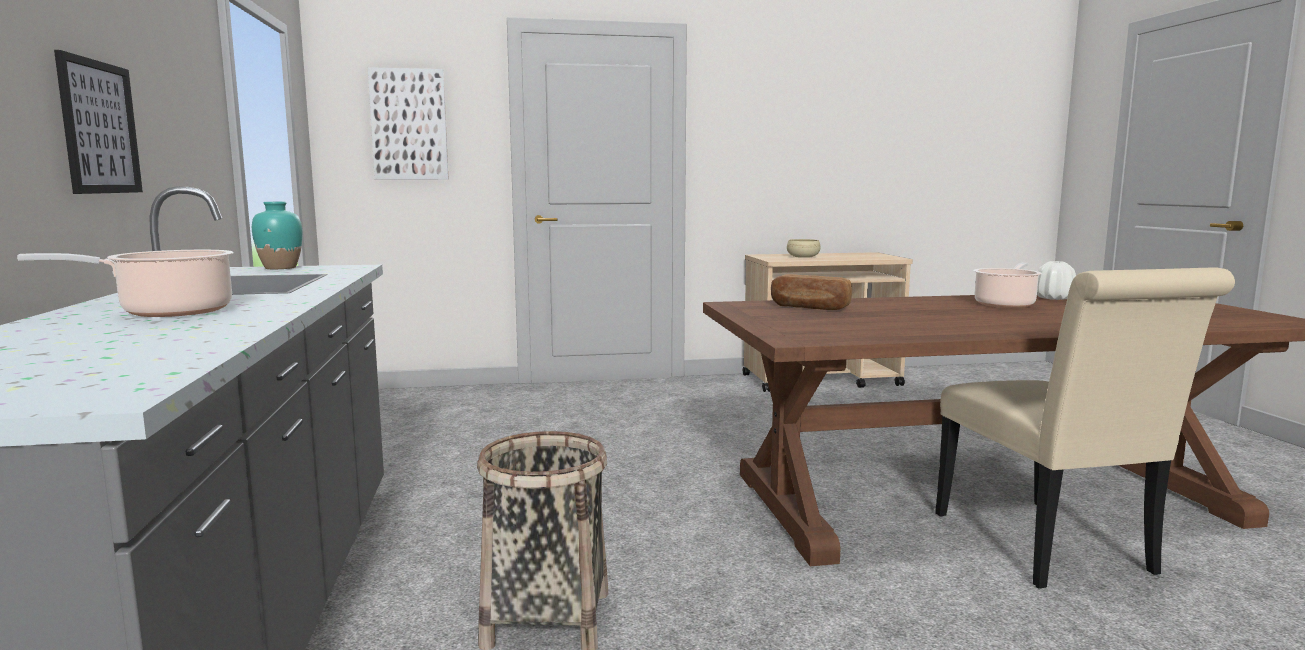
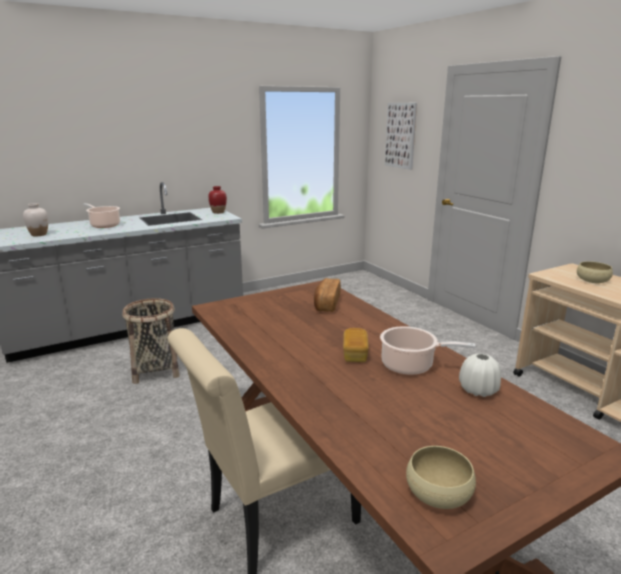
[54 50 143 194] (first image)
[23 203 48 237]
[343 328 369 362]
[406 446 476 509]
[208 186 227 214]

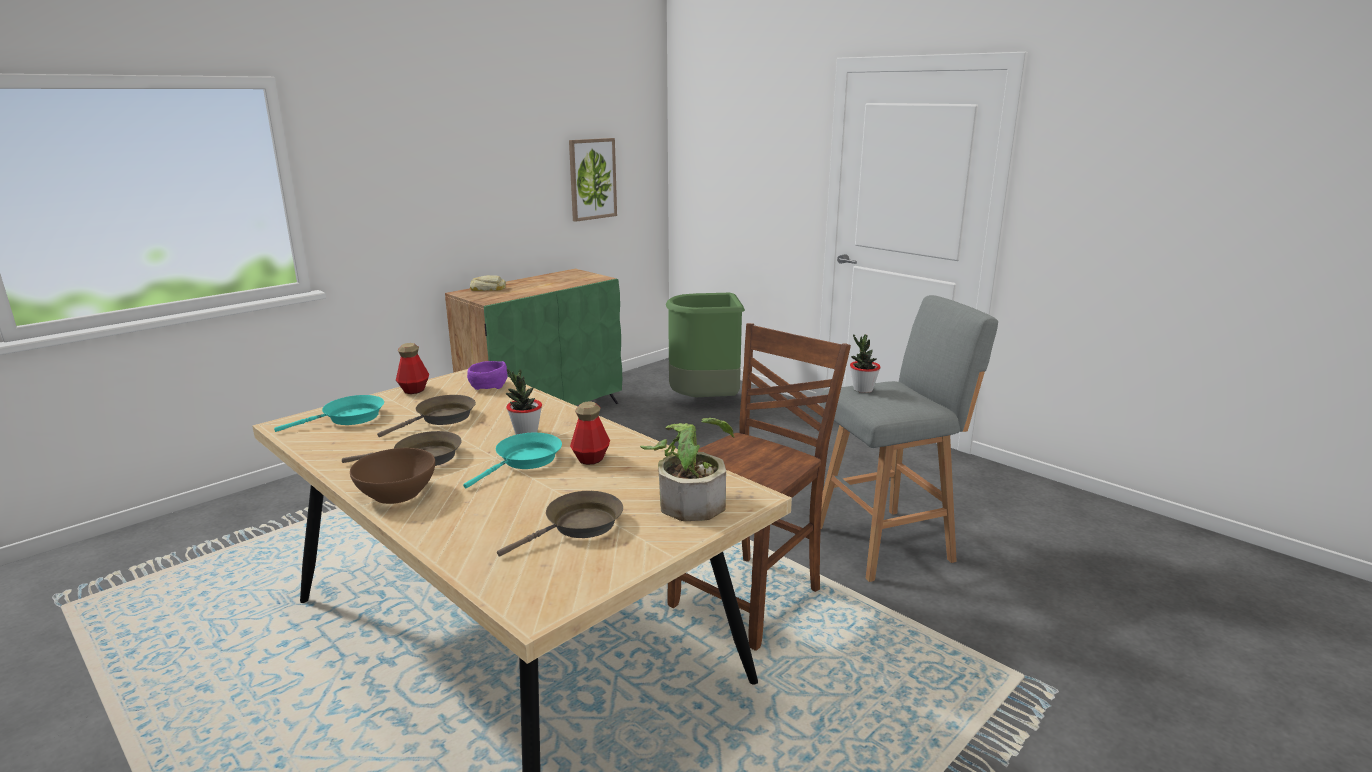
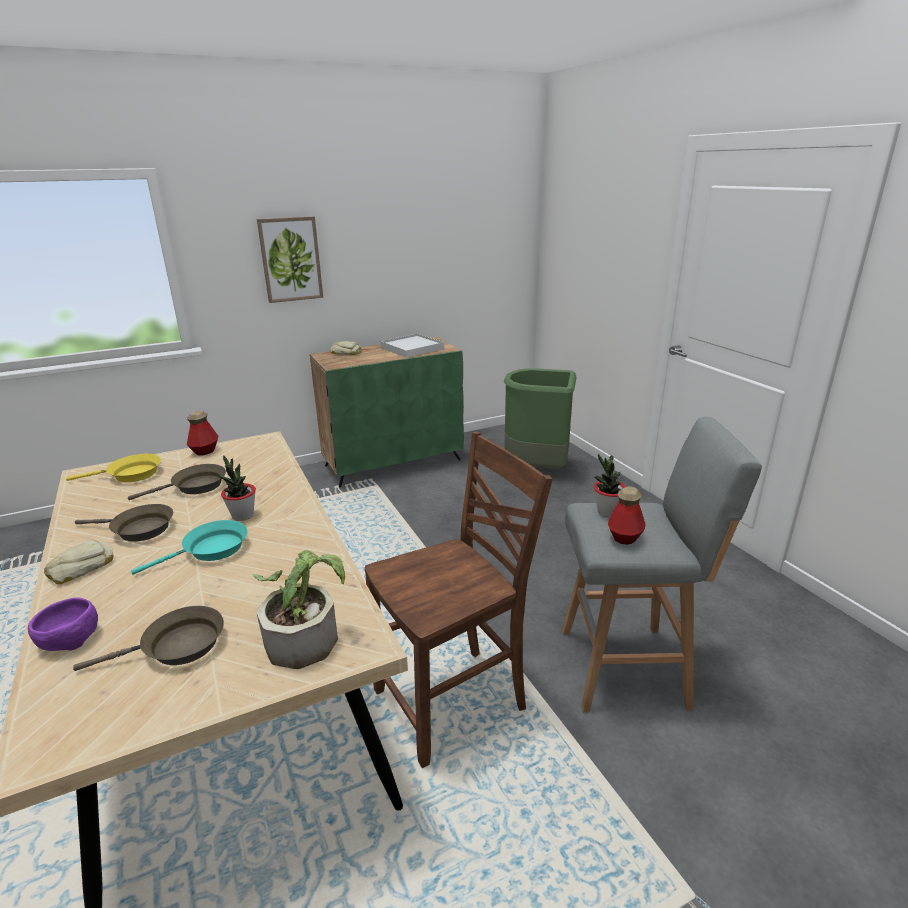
[380 334 444 358]
[28 597 98 651]
[257 216 323 303]
[608 487 646 545]
[44 540 113 584]
[66 454 161 482]

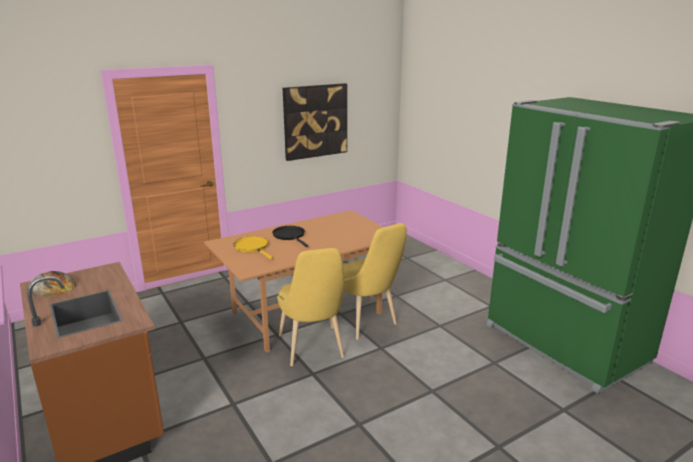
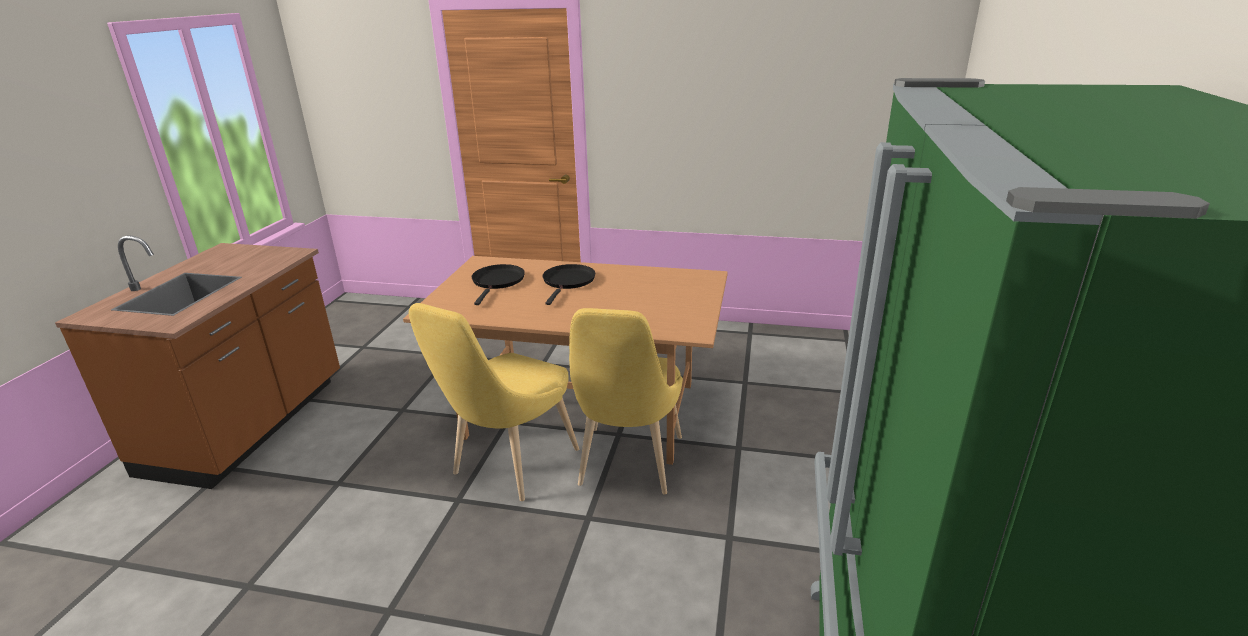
[27 271 76 297] (first image)
[283 83 347 161] (first image)
[472 264 525 305]

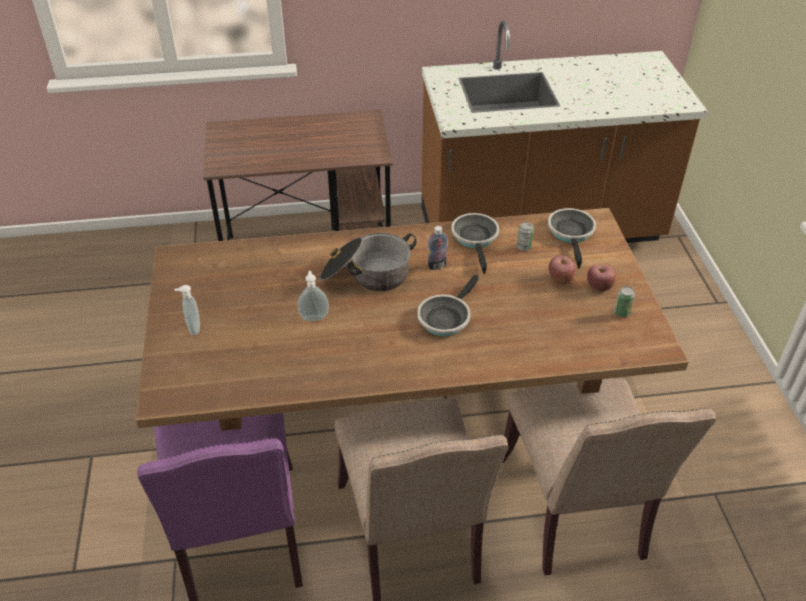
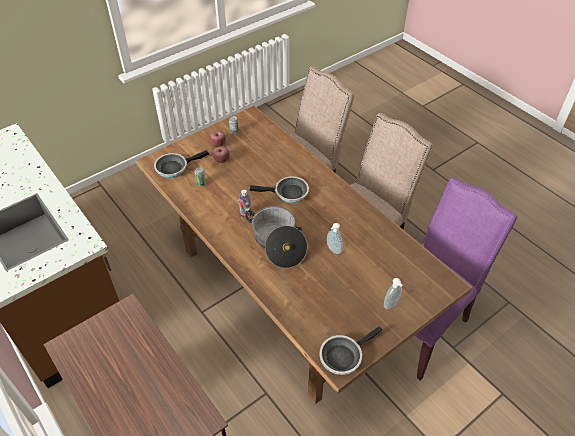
[319 326 383 375]

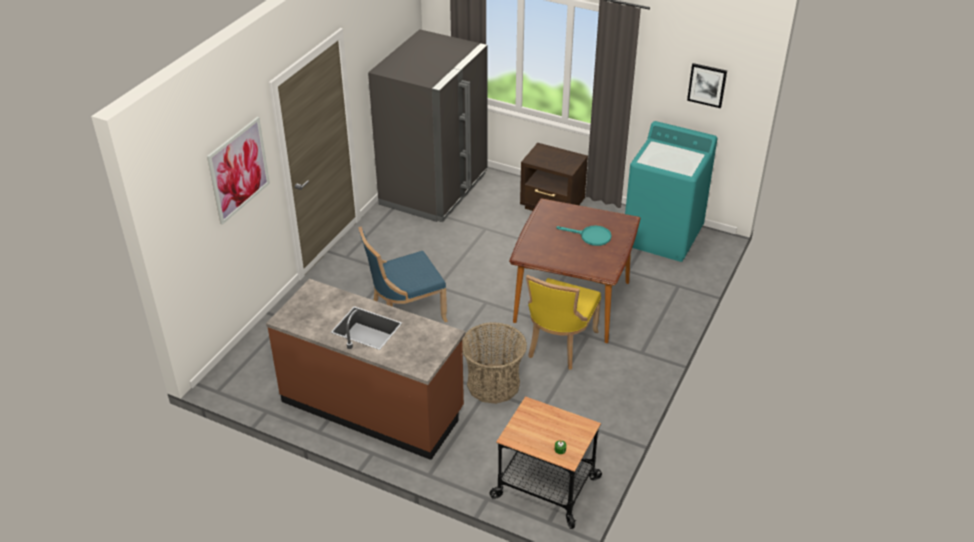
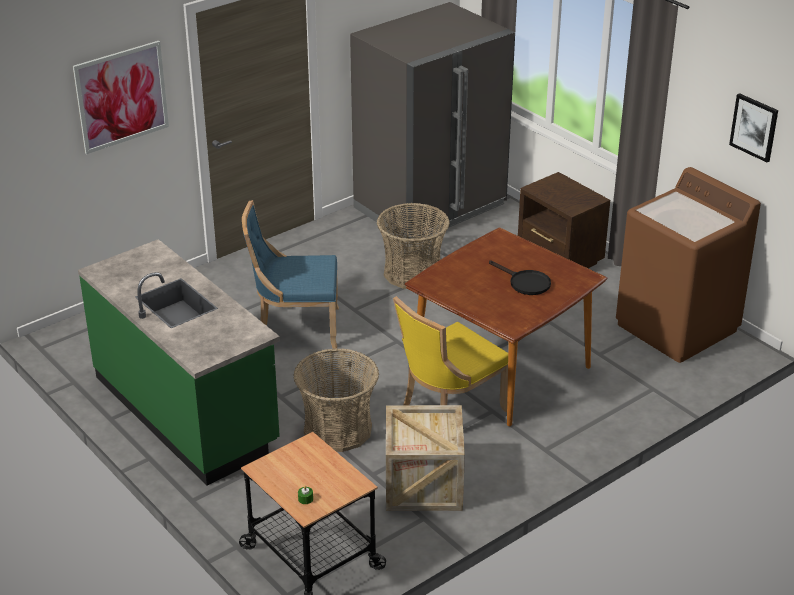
[377 203 450 289]
[386 405 465 511]
[78 239 280 486]
[489 260 551 295]
[616 167 761 363]

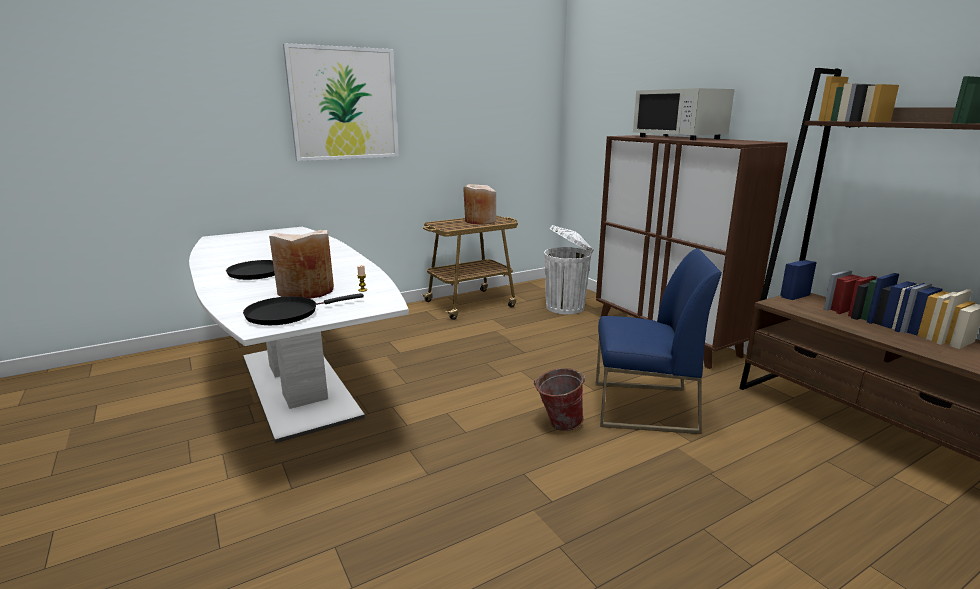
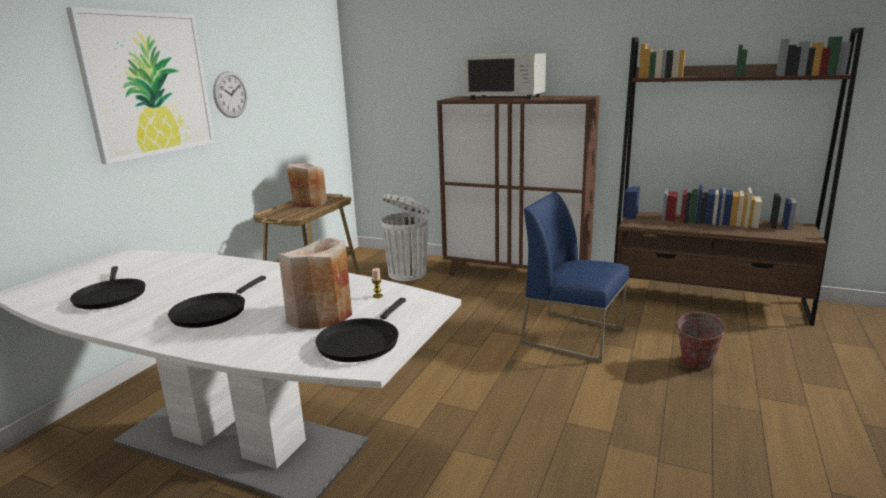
[70 266 145 309]
[213 71 247 118]
[674 312 726 370]
[520 192 629 363]

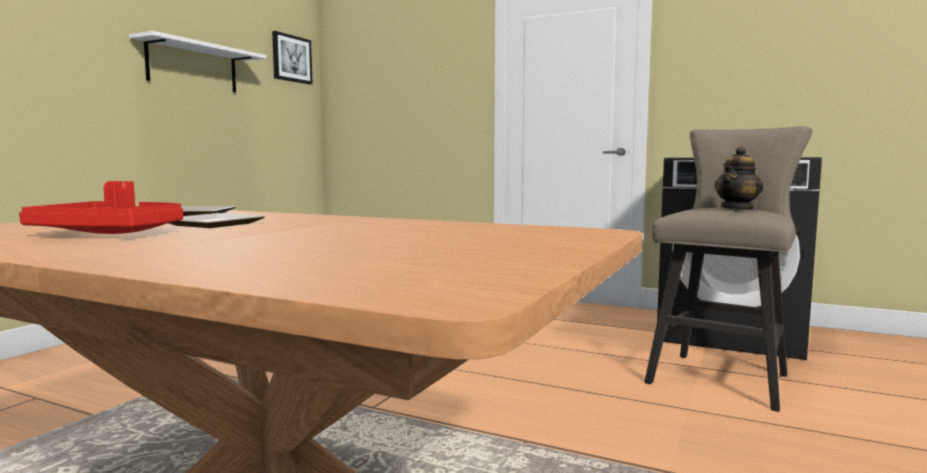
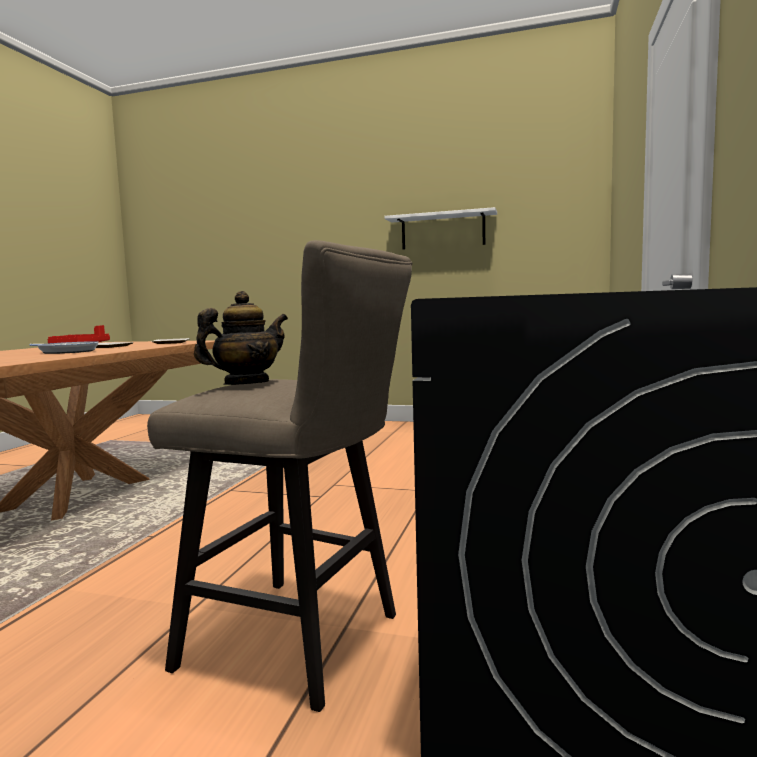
[272 31 313 84] (first image)
[30 342 99 354]
[194 291 288 385]

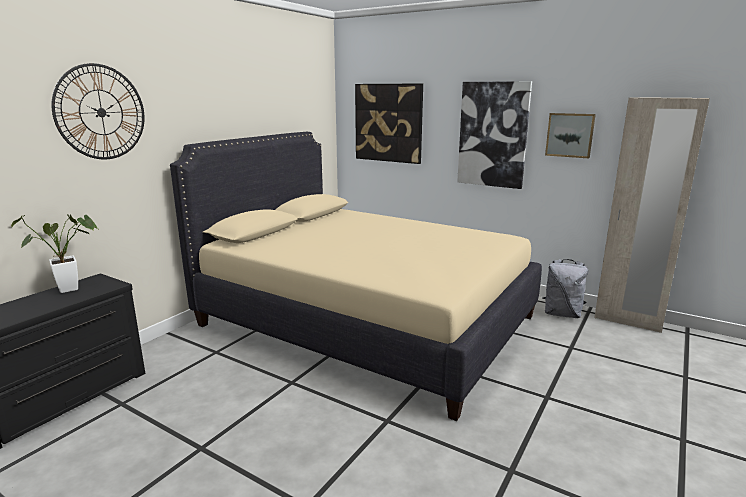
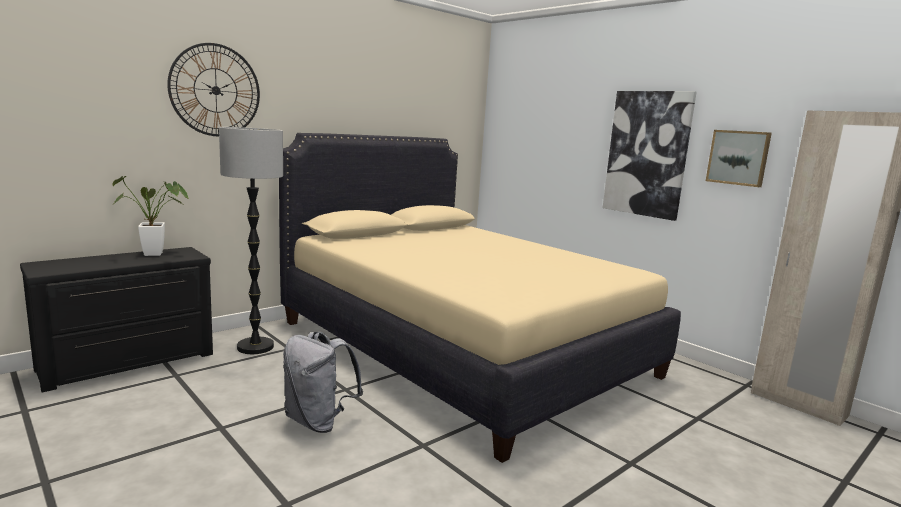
[355 84 423 164] (first image)
[219 127 283 354]
[283 332 363 433]

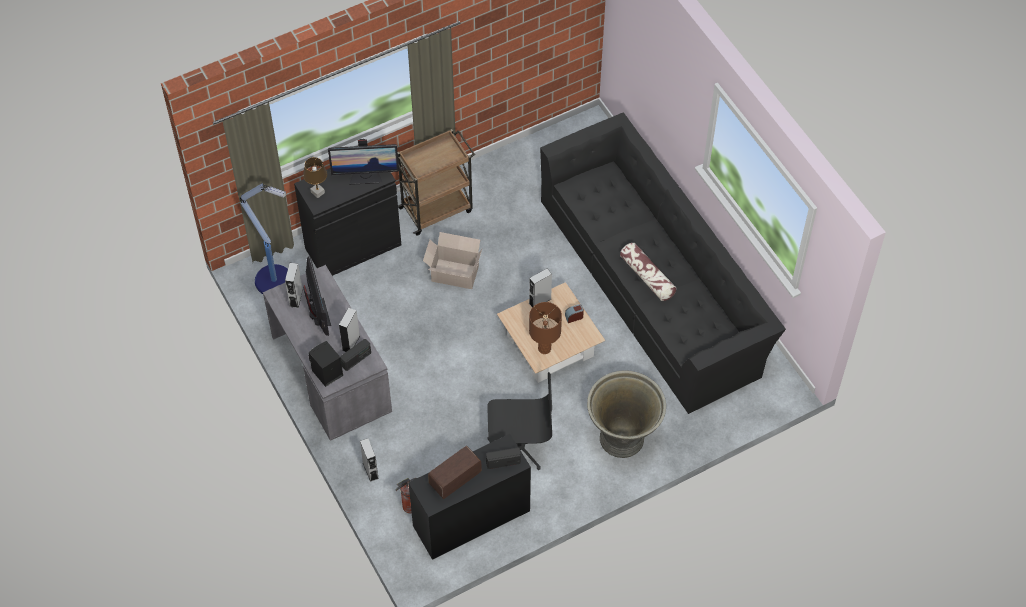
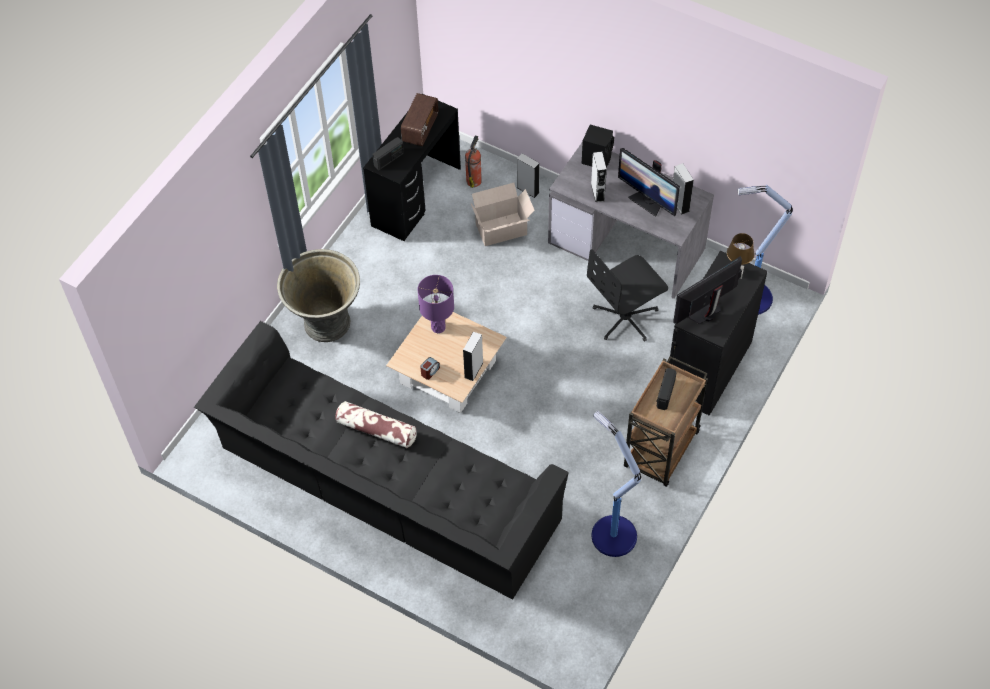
[592 411 641 557]
[656 368 677 410]
[470 183 535 246]
[587 249 668 342]
[417 275 454 333]

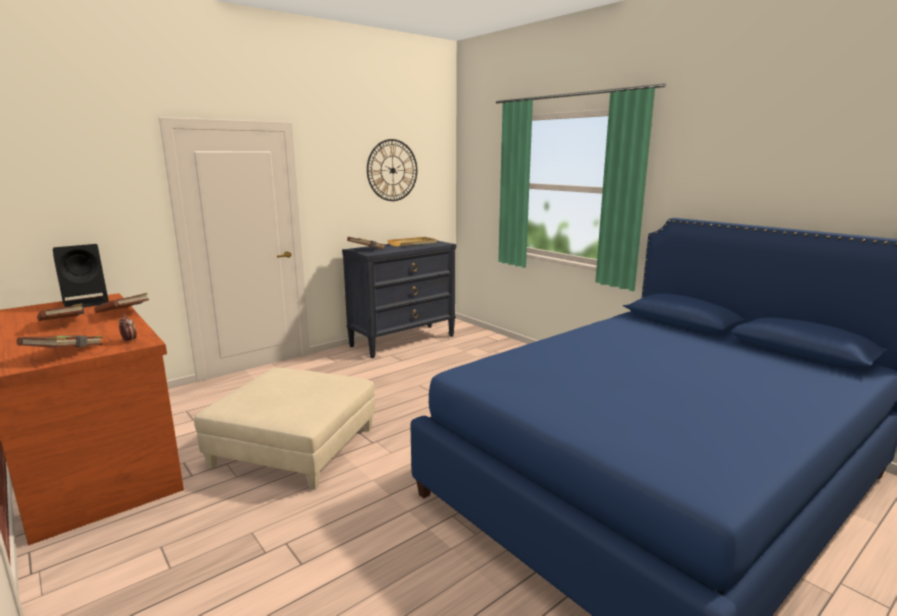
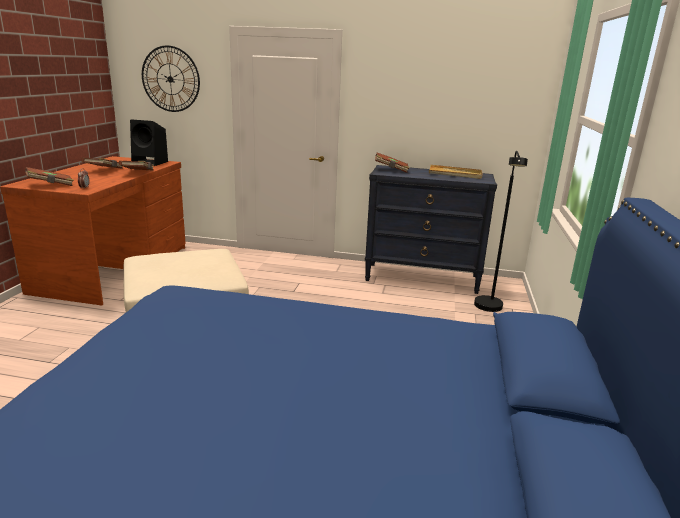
[474 151 528 312]
[142 45 200 112]

